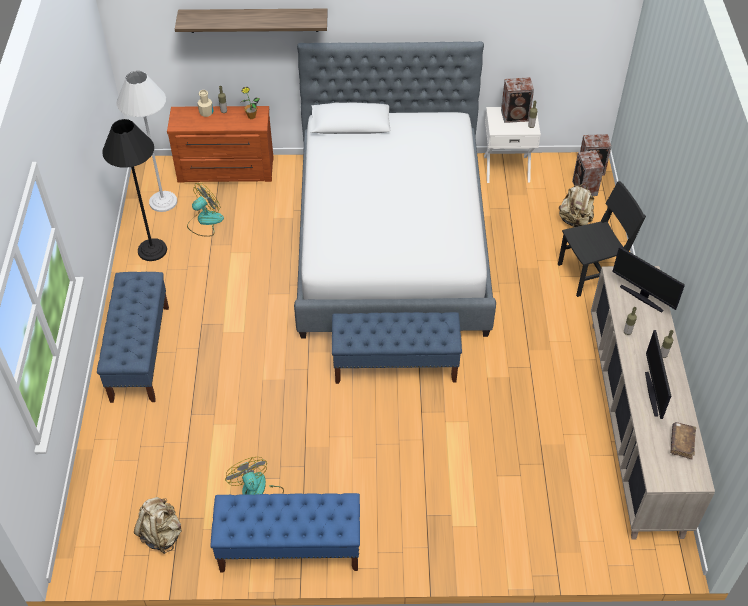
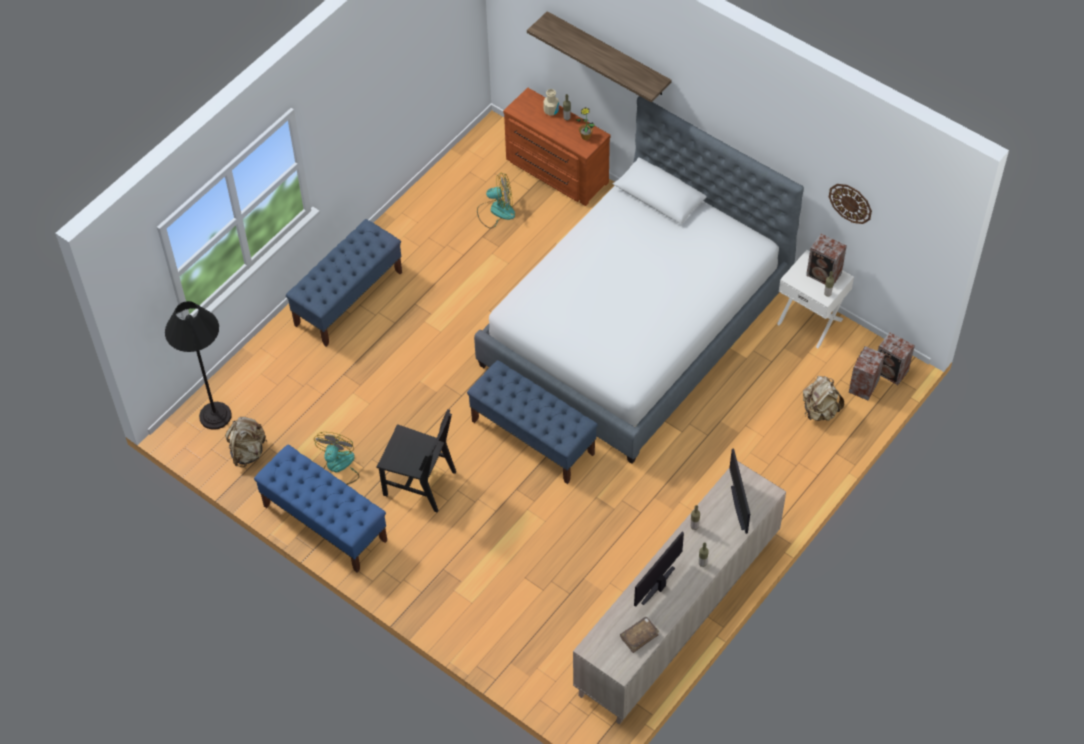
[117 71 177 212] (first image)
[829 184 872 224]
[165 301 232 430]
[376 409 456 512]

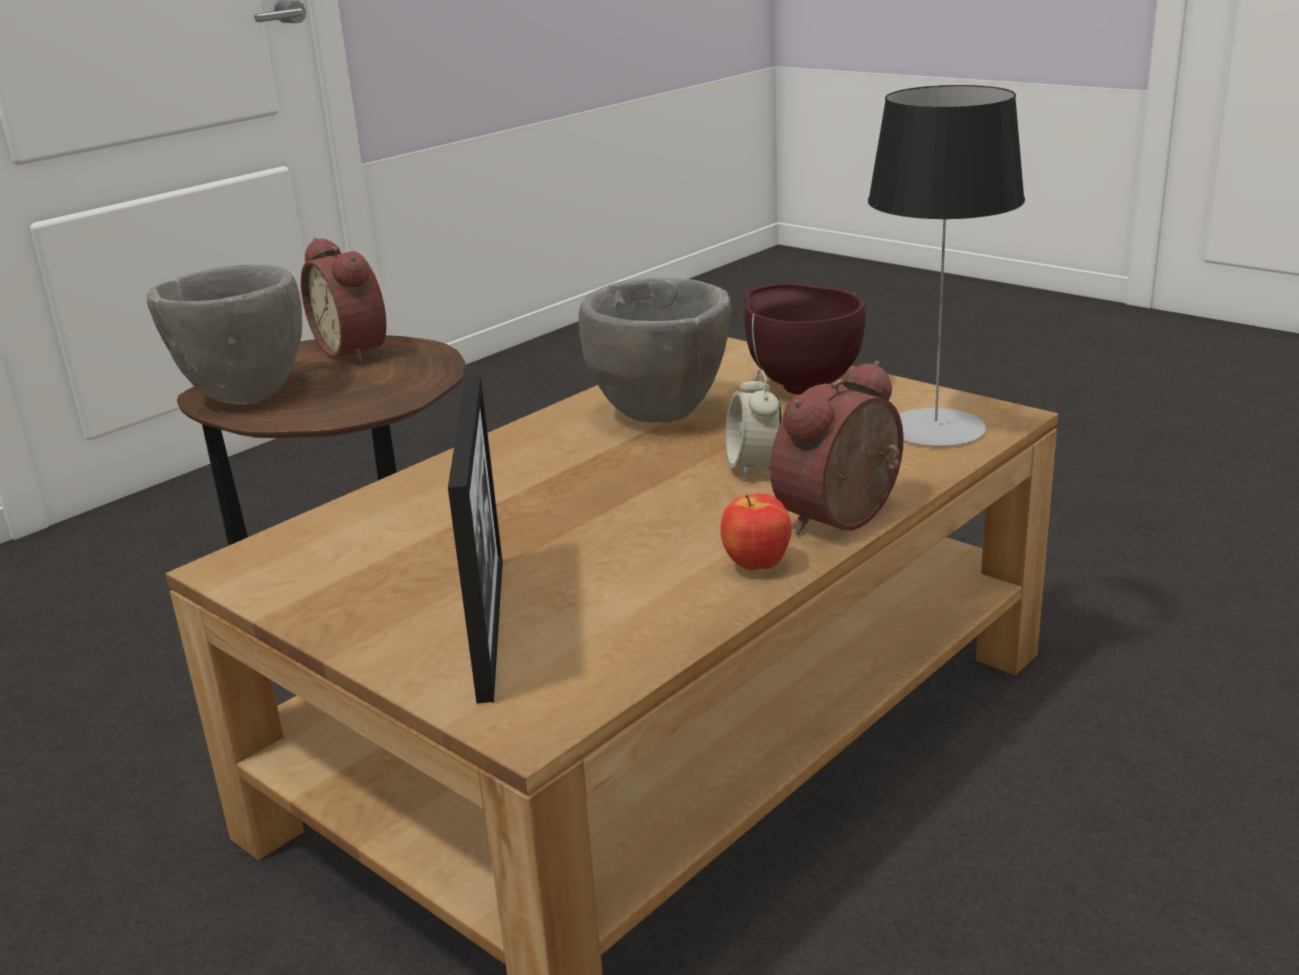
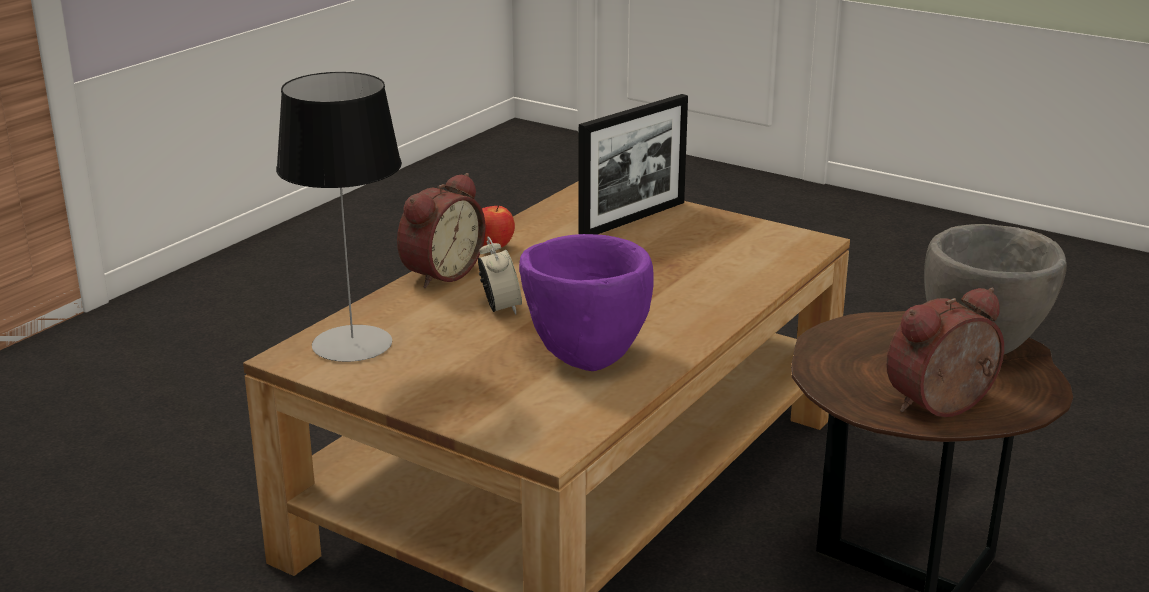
[744 283 866 395] (first image)
[519 234 654 371]
[886 288 1004 417]
[578 94 688 235]

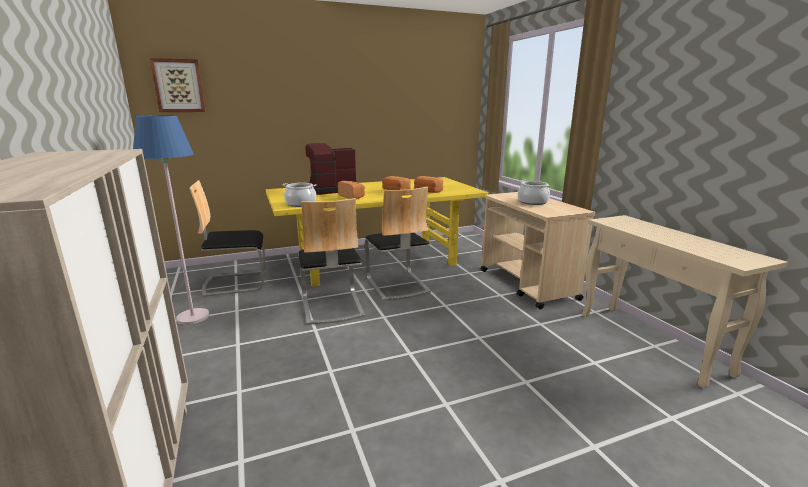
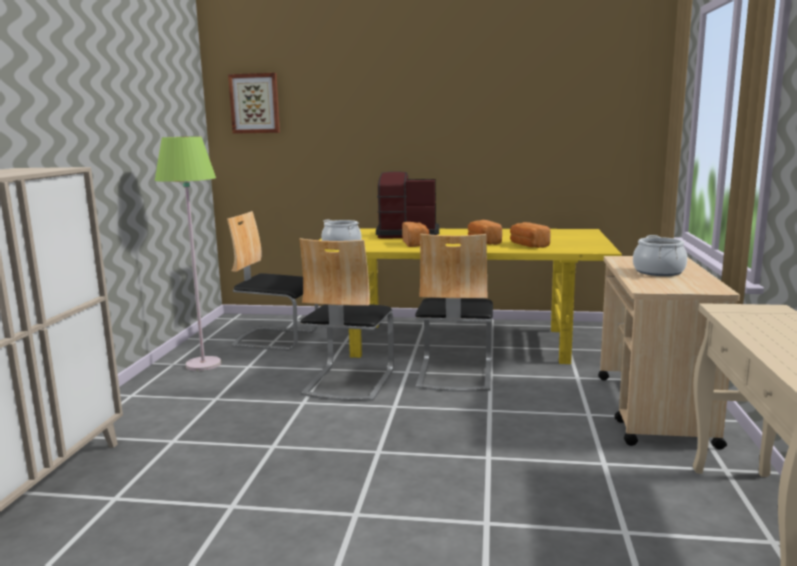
[155 136 221 371]

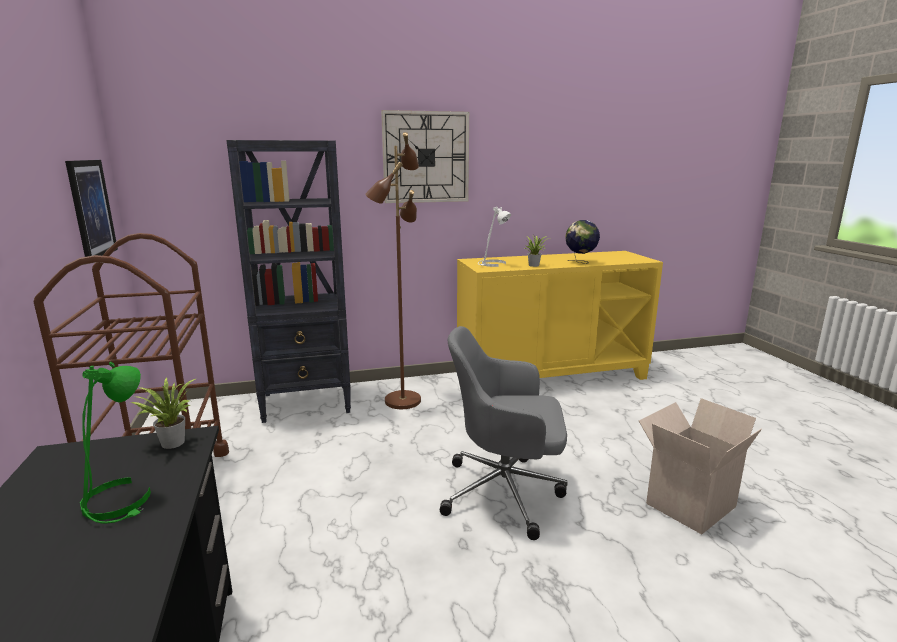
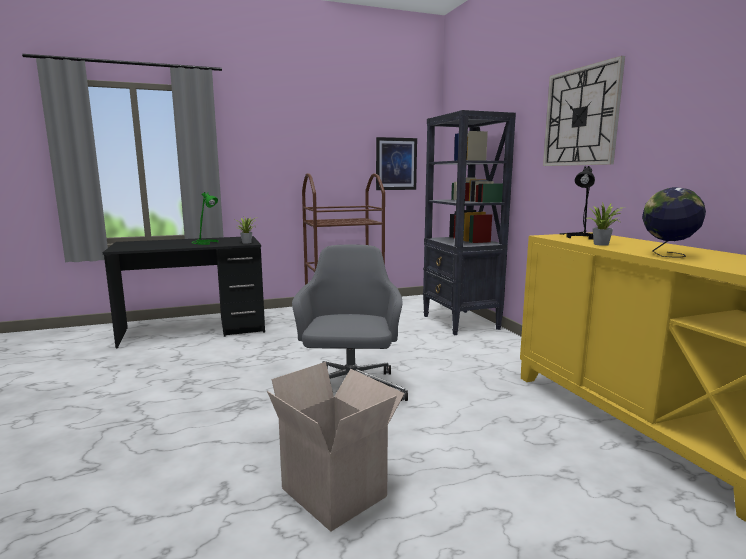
[365 132 421 409] (first image)
[560 166 595 240]

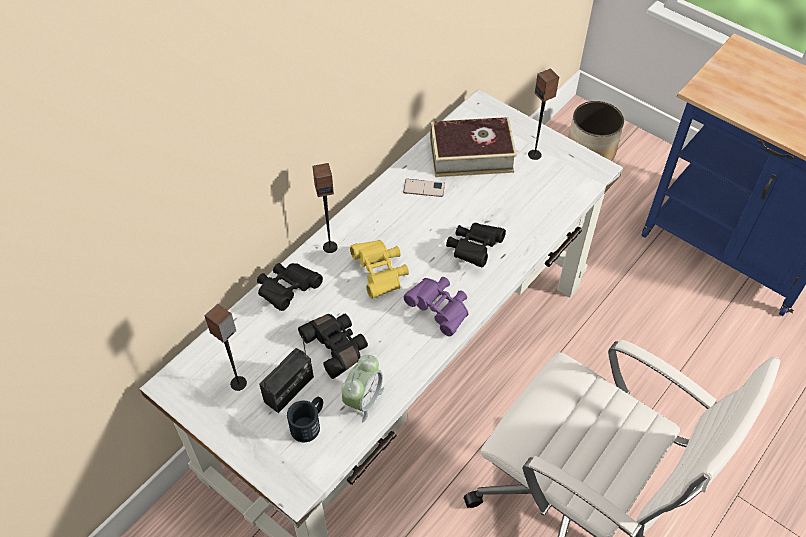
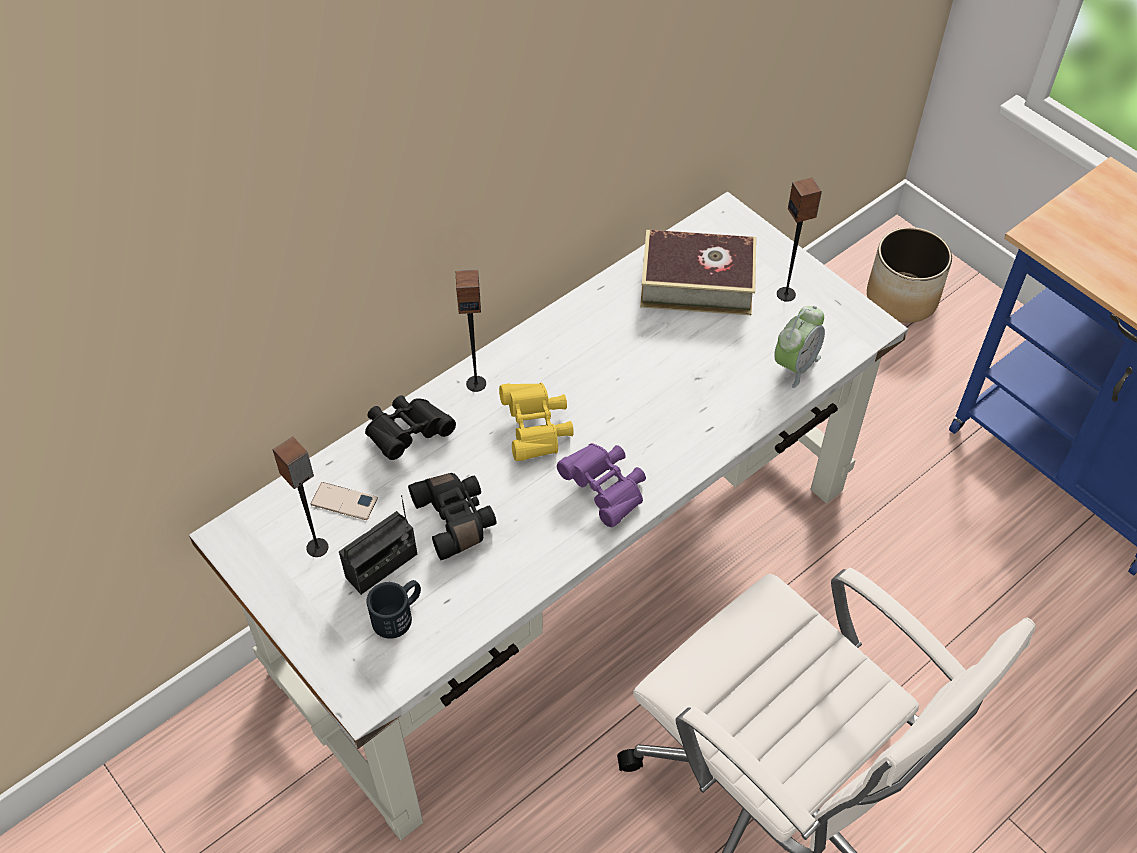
[446 223 506 267] (first image)
[774 306 825 388]
[310 482 378 520]

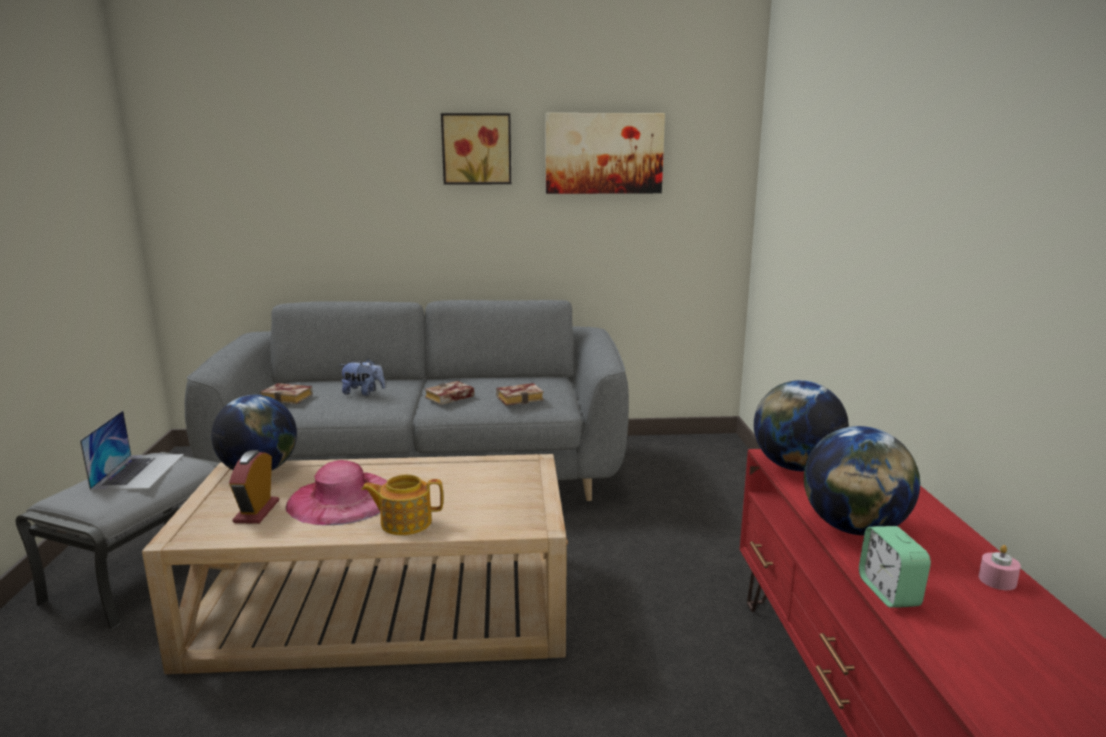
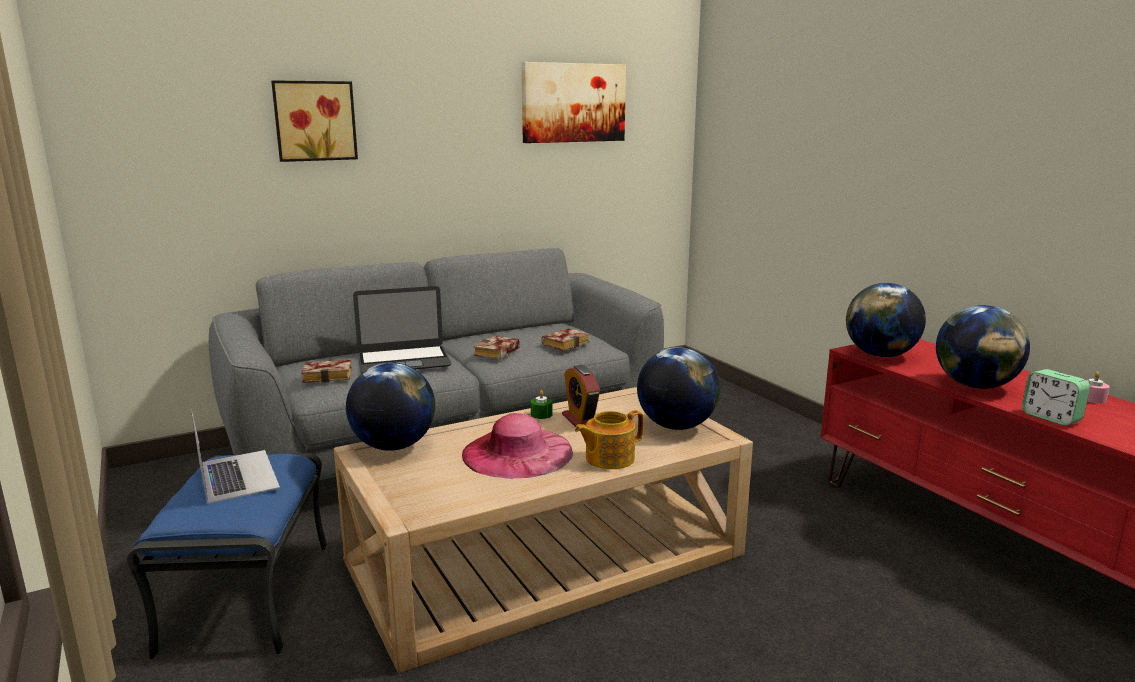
[531 390 552 419]
[637 347 720 430]
[562 365 600 427]
[271 80 358 162]
[353 286 451 373]
[127 453 327 660]

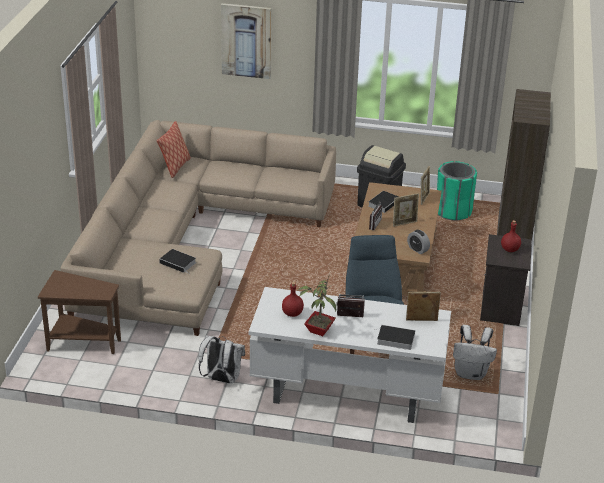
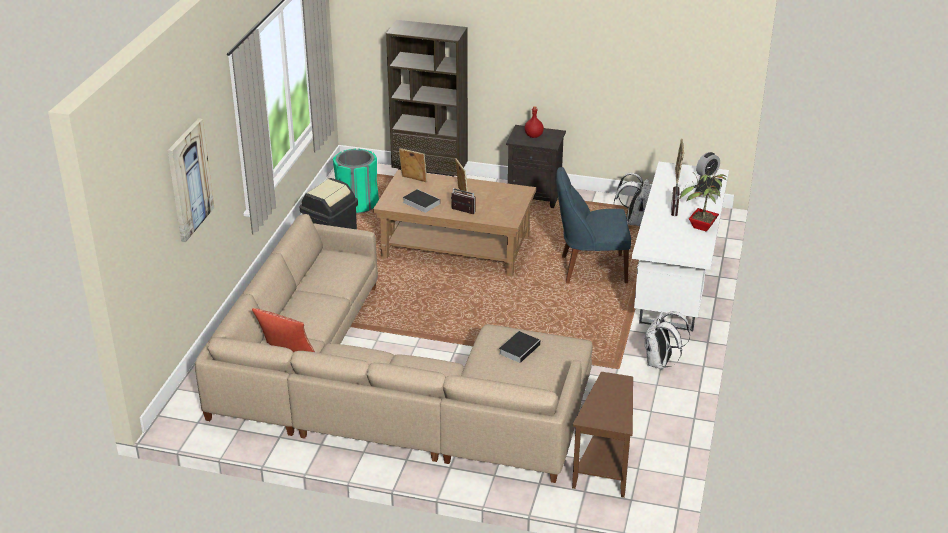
[282 282 304 317] (first image)
[696 152 720 177]

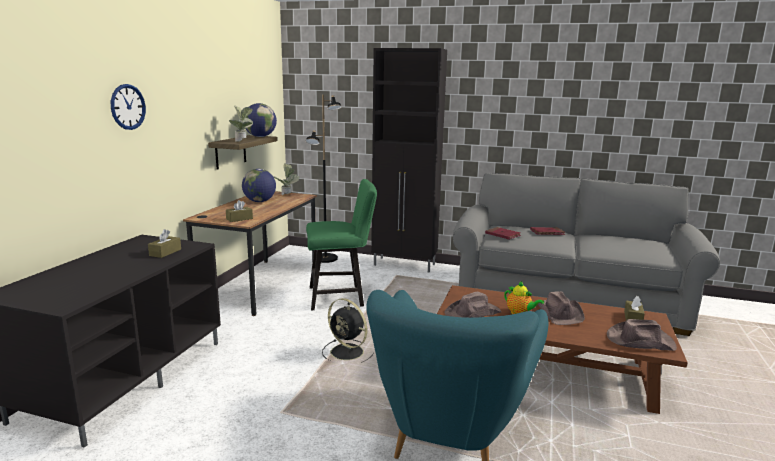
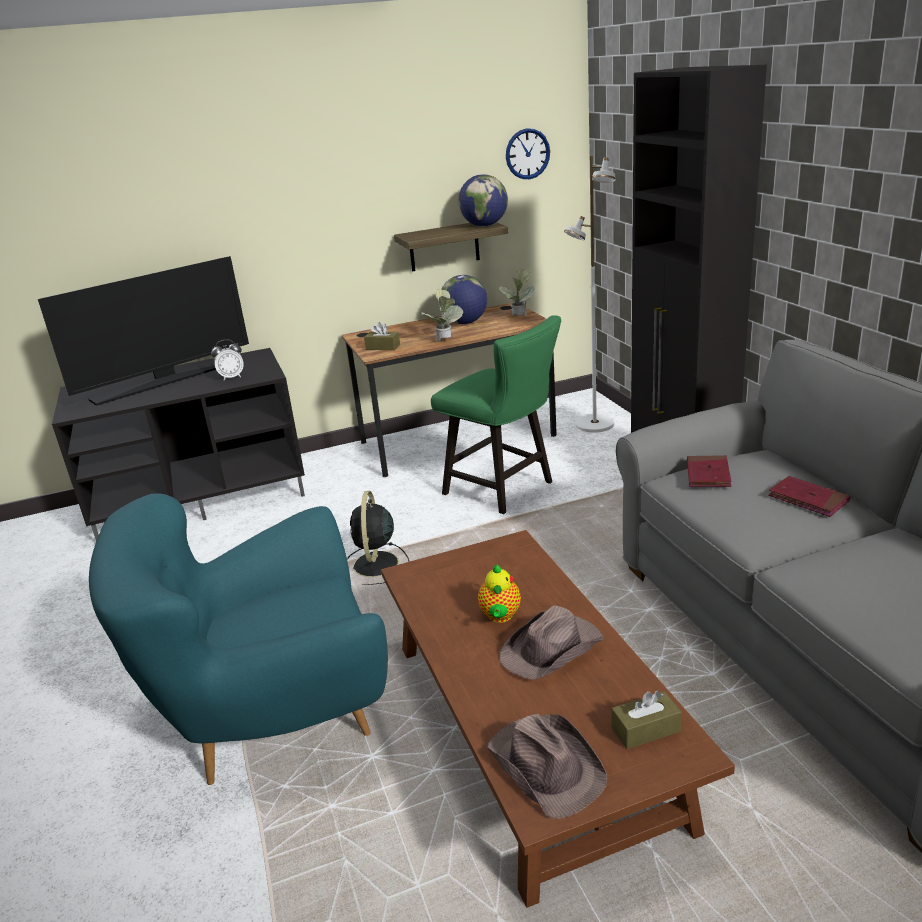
[444 292 501 318] (first image)
[38 256 249 406]
[506 128 550 179]
[421 289 463 342]
[211 340 244 380]
[564 156 616 433]

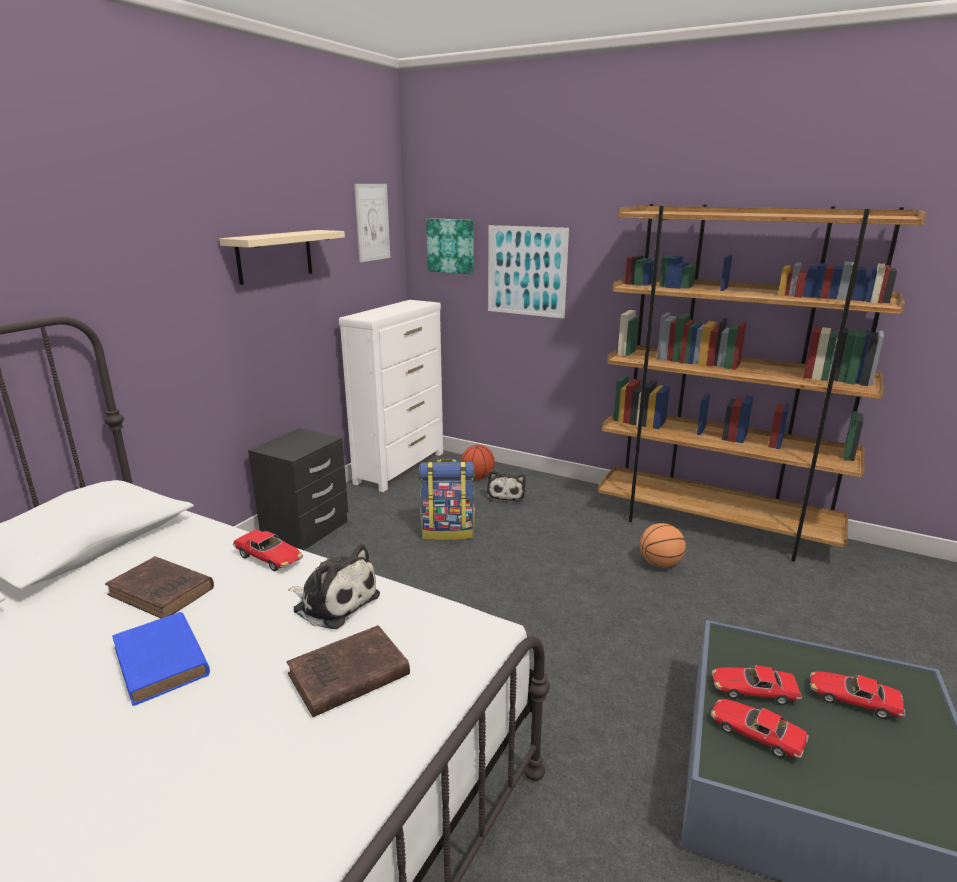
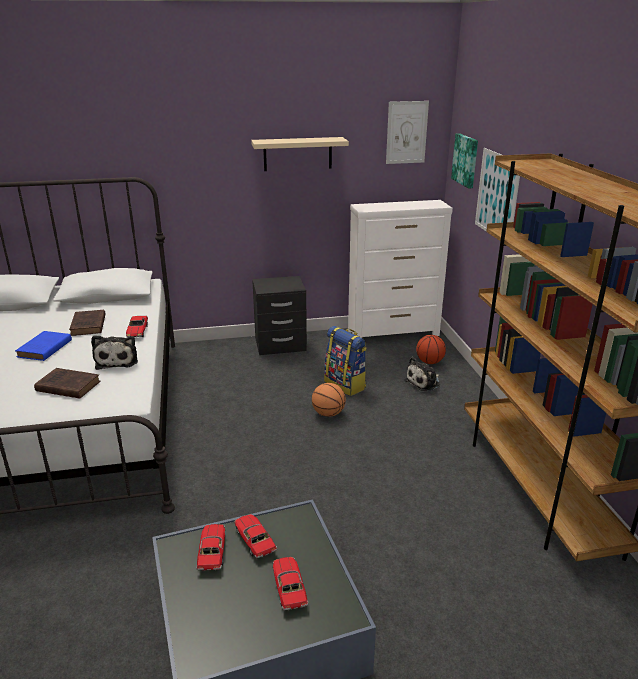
[312 383 346 417]

